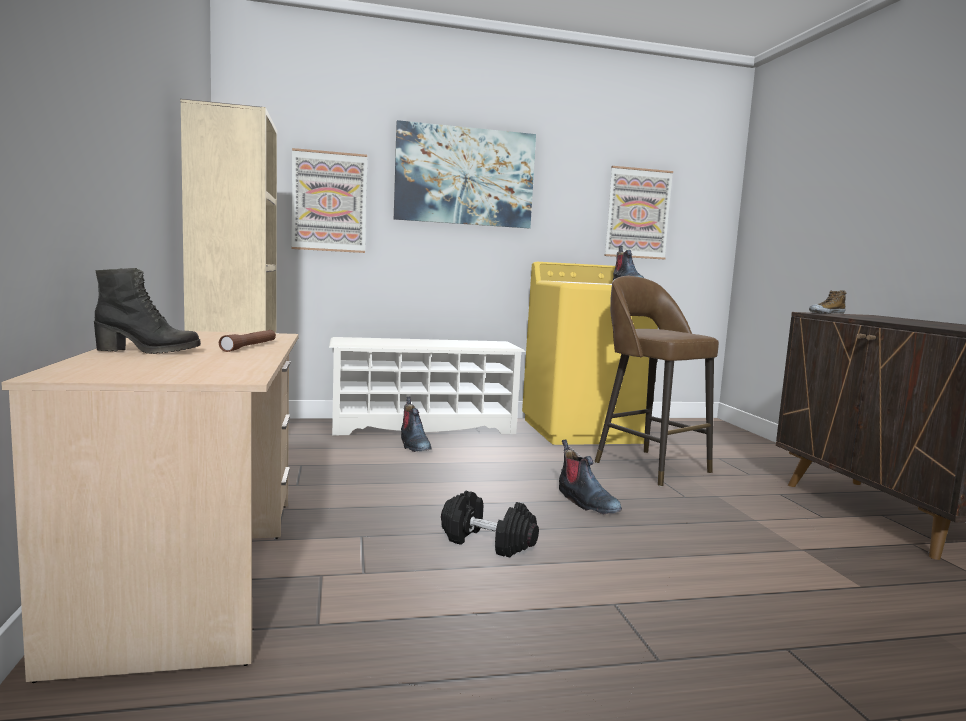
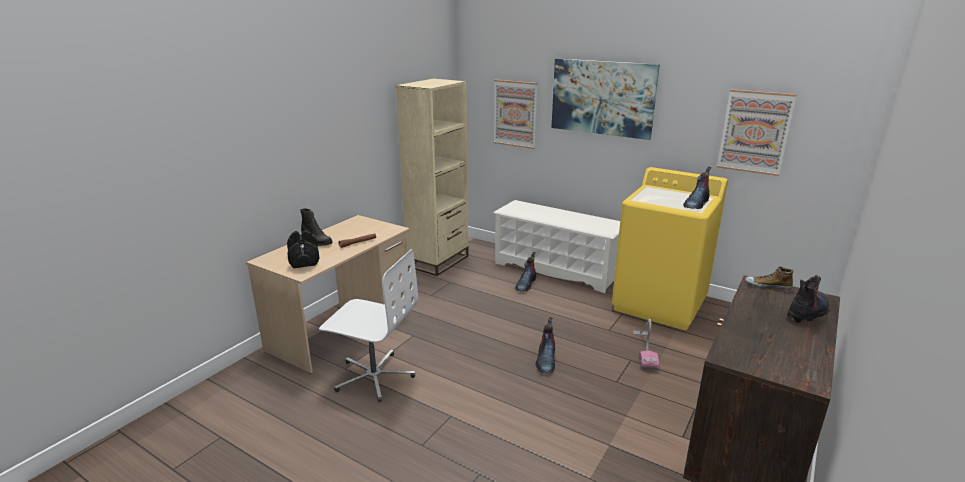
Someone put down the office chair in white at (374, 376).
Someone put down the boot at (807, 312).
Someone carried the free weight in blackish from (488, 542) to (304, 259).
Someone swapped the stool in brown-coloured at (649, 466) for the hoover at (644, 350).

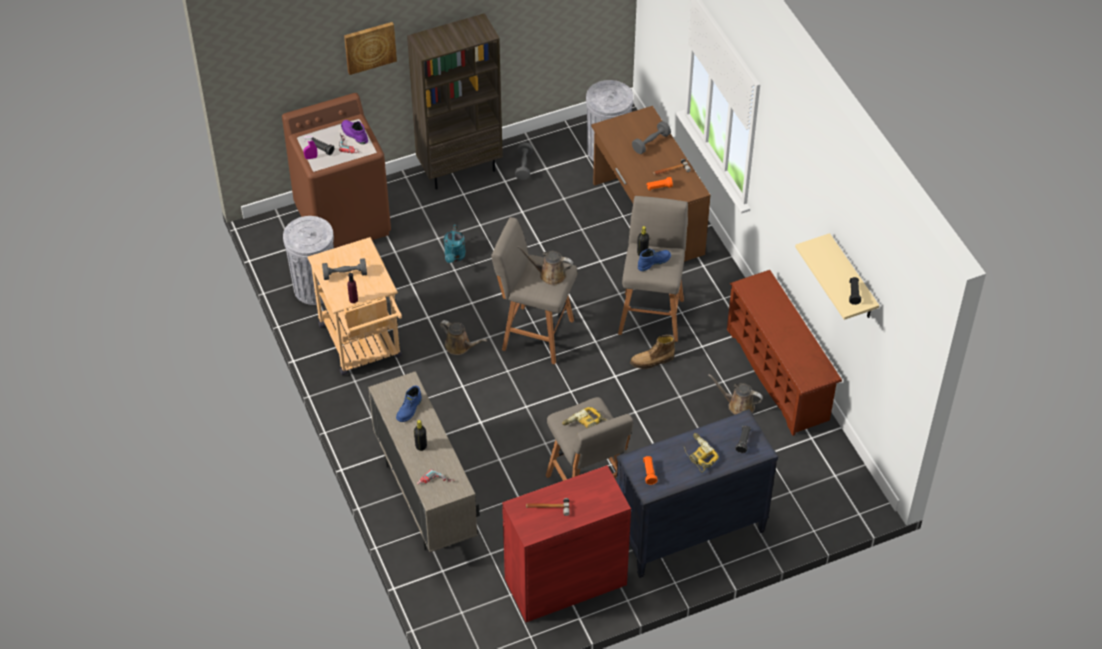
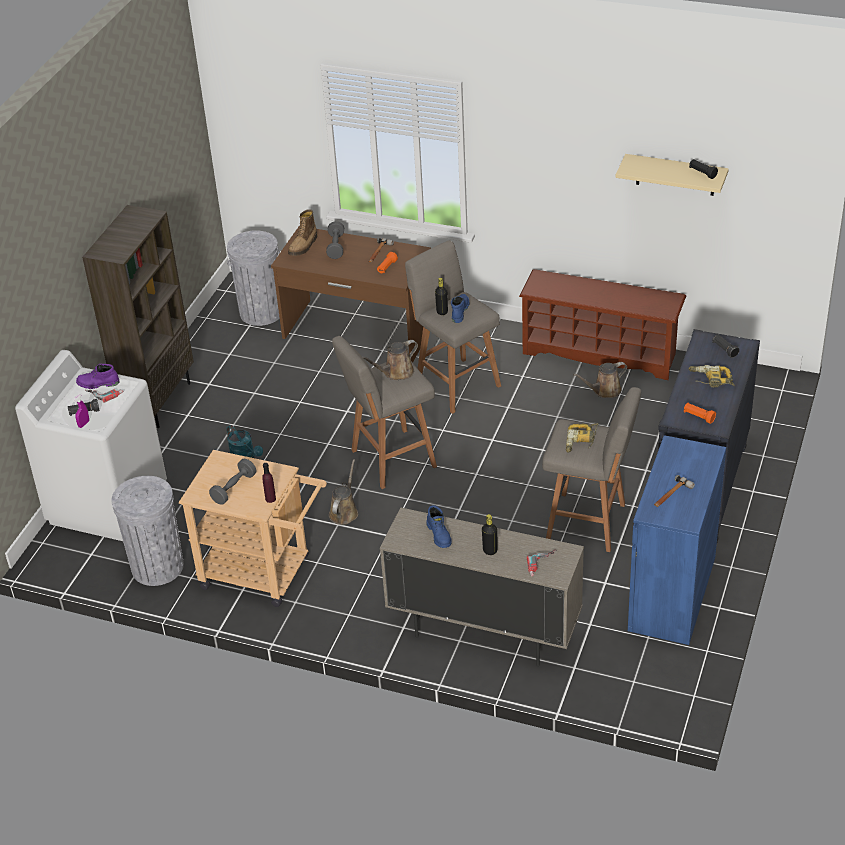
Someone took away the picture at (370, 47).
Someone took away the free weight in grey at (523, 166).
Someone carried the boot from (652, 361) to (304, 246).
Someone repainted the laundry appliance in brown-coloured at (343, 219), which became the laundry appliance in white at (108, 503).
Someone repainted the storage cabinet in red at (565, 582), which became the storage cabinet in bluish at (672, 594).
Someone rotated the watering can in brown-coloured at (460, 346) by 60 degrees counterclockwise.

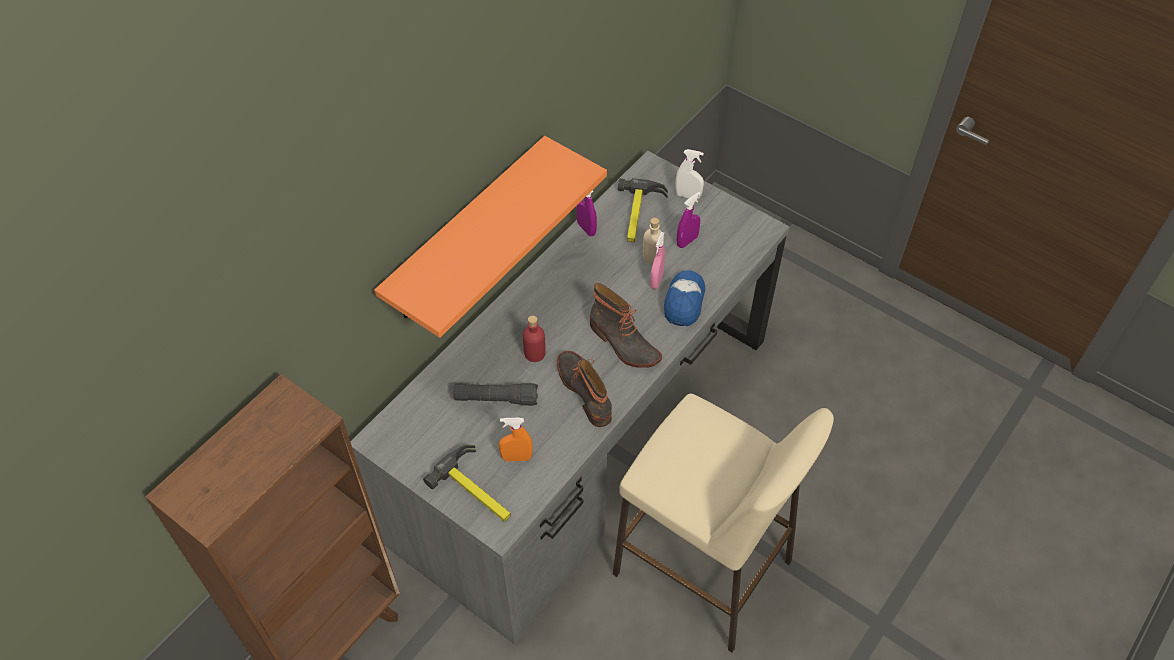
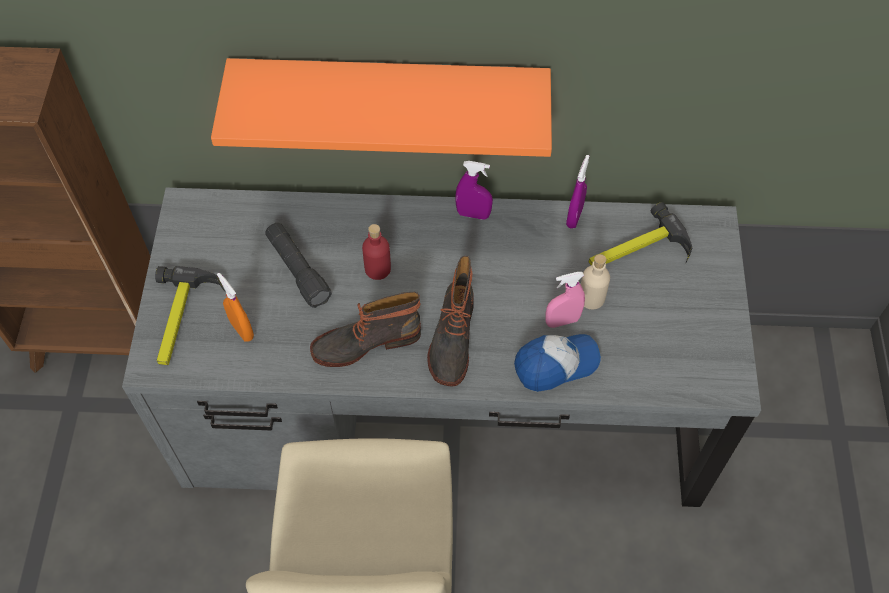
Someone took away the hand sprayer in white at (688, 195).
Someone carried the hand sprayer in purple-coloured from (687, 241) to (473, 214).
Someone rotated the boot at (586, 391) by 135 degrees counterclockwise.

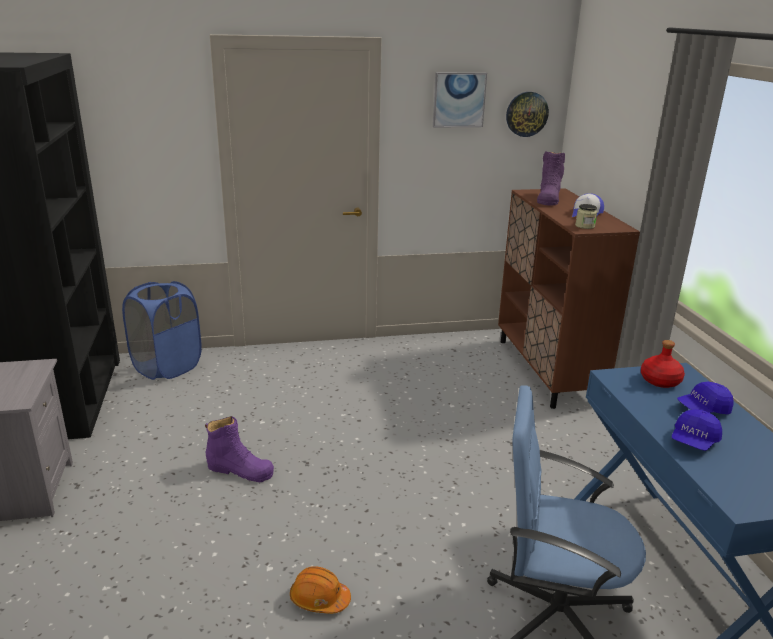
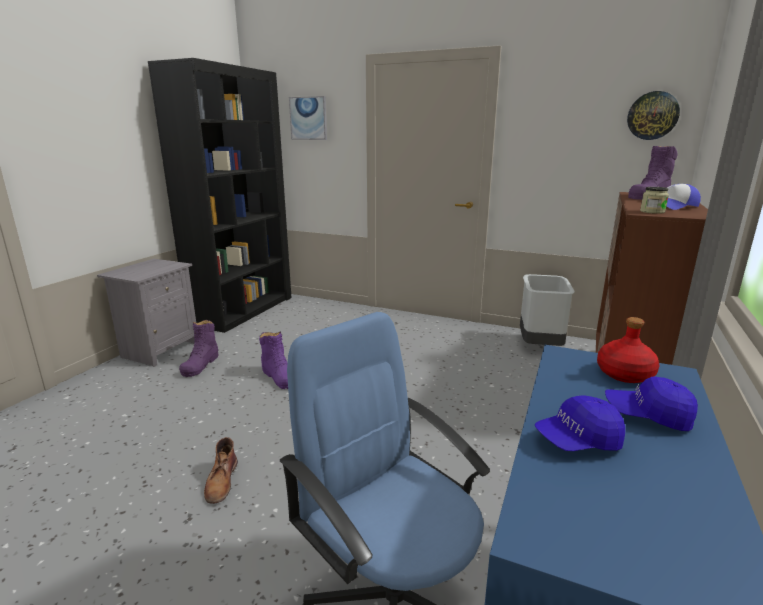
Someone took away the washing basket in bluish at (167, 367).
Someone put down the boot in purple-coloured at (200, 364).
Someone put down the trash can in grey at (540, 346).
Someone carried the picture from (459, 100) to (308, 118).
Someone swapped the work helmet in orange-coloured at (319, 599) for the boot in brown-coloured at (221, 481).

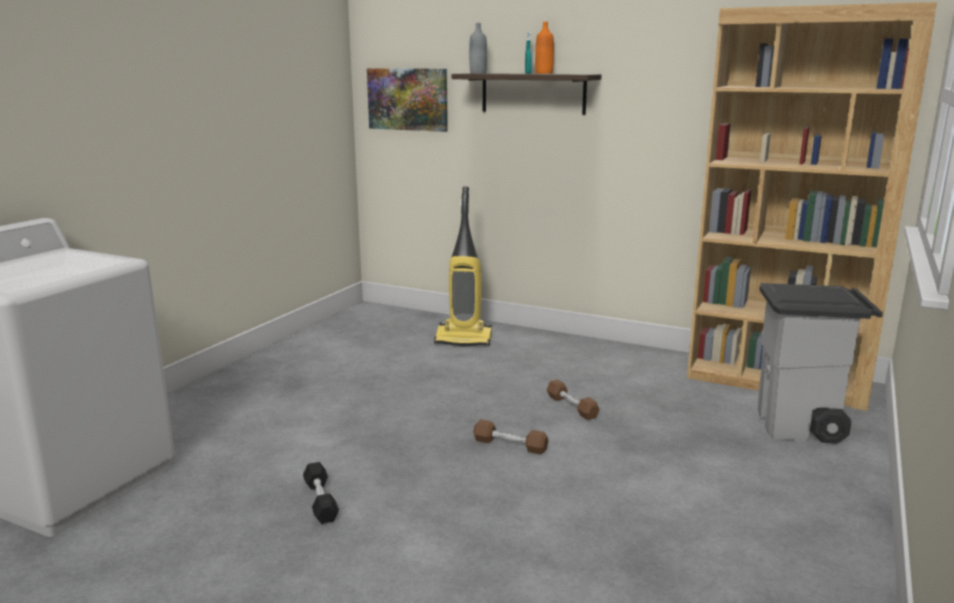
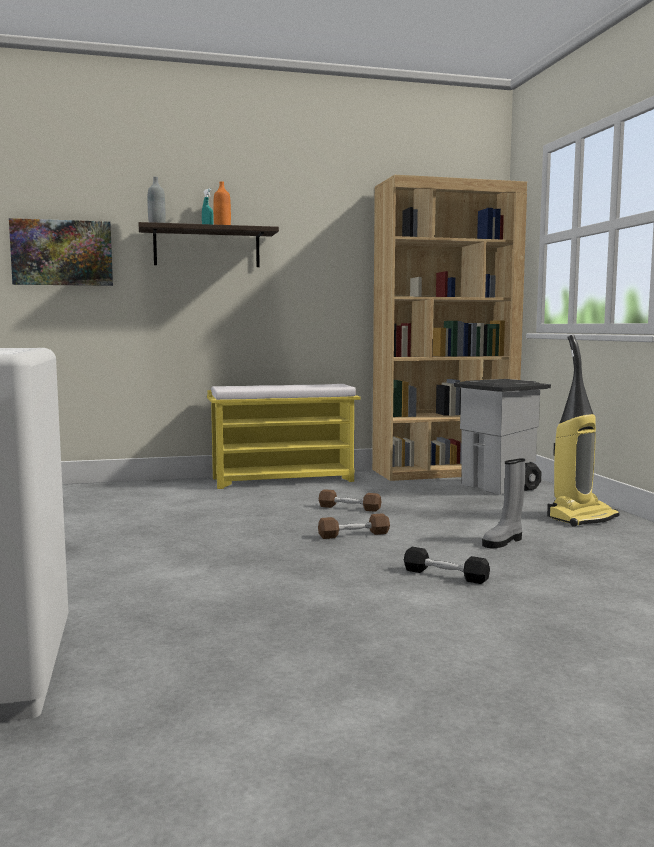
Someone put down the long seat in yellowish at (284, 479).
Someone put down the boot in grey at (503, 542).
Someone carried the free weight in blackish from (321, 501) to (445, 575).
Someone carried the hoover from (464, 339) to (582, 517).

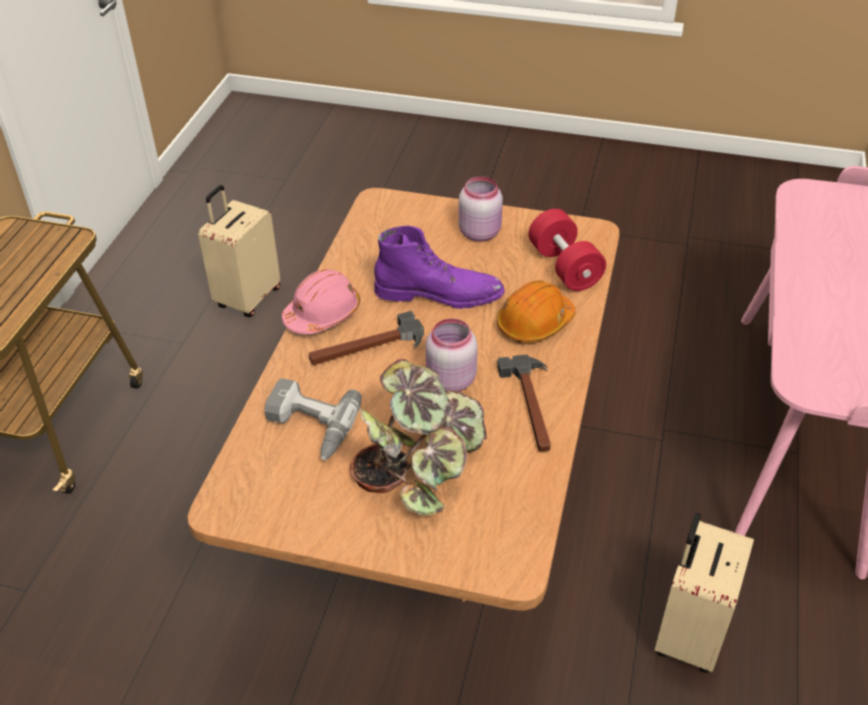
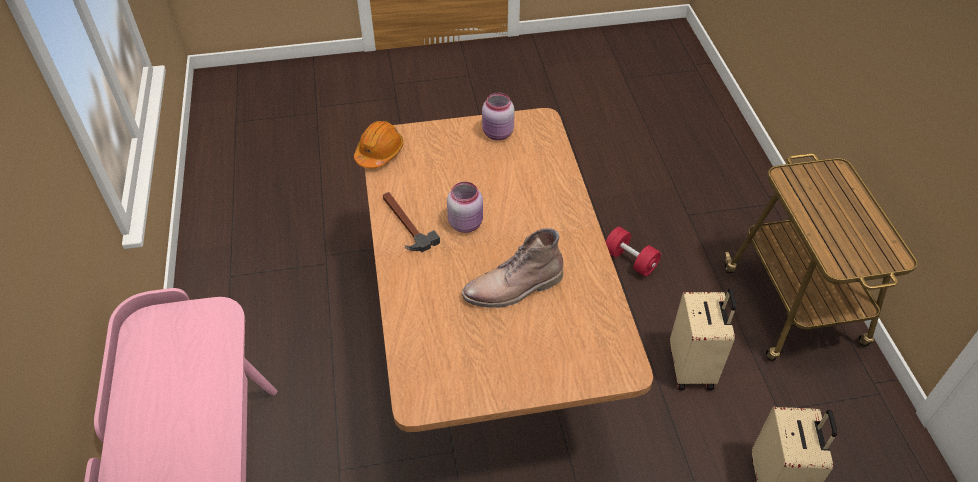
Someone took away the power drill at (309, 427).
Someone took away the work helmet in pinkish at (322, 314).
Someone took away the tool hammer at (367, 347).
Someone took away the plant in a pot at (419, 467).
Someone carried the preserve jar in pinkish from (480, 232) to (498, 134).
Someone carried the work helmet in orange-coloured from (534, 323) to (379, 152).
Someone carried the free weight in red from (564, 267) to (630, 260).
Someone carried the travel case in sand-coloured from (687, 635) to (692, 368).
Someone repainted the boot in purple-coloured at (439, 293), which became the boot in brown-coloured at (513, 288).

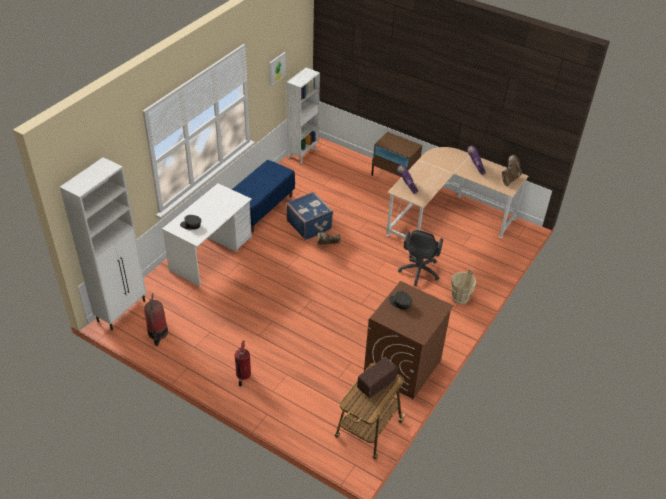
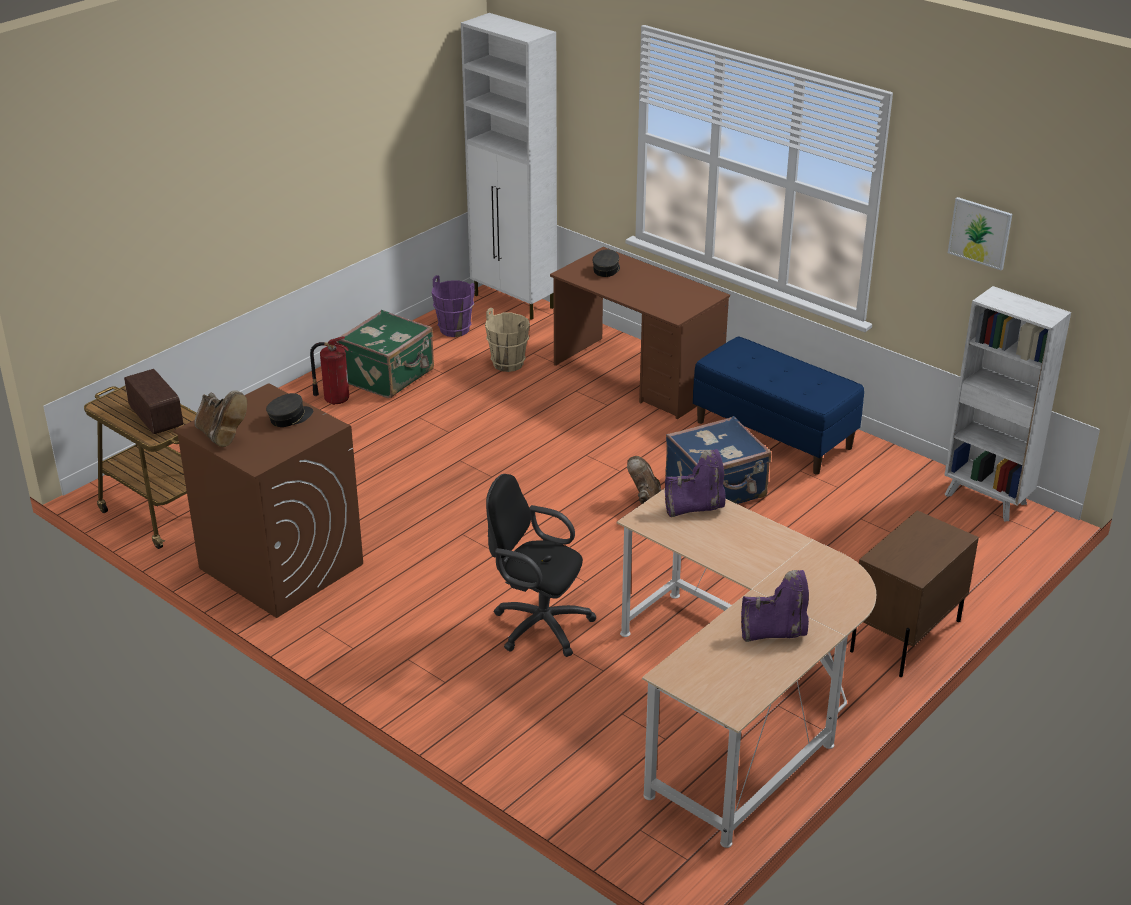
Someone put down the travel case in greenish at (389, 376).
Someone carried the bucket in sand-coloured from (459, 298) to (508, 364).
Someone carried the boot in brown-coloured from (509, 179) to (221, 436).
Someone swapped the extinguisher at (157, 334) for the bucket in purple-coloured at (454, 330).
Someone repainted the desk table in white at (211, 254), which became the desk table in brown-coloured at (637, 378).

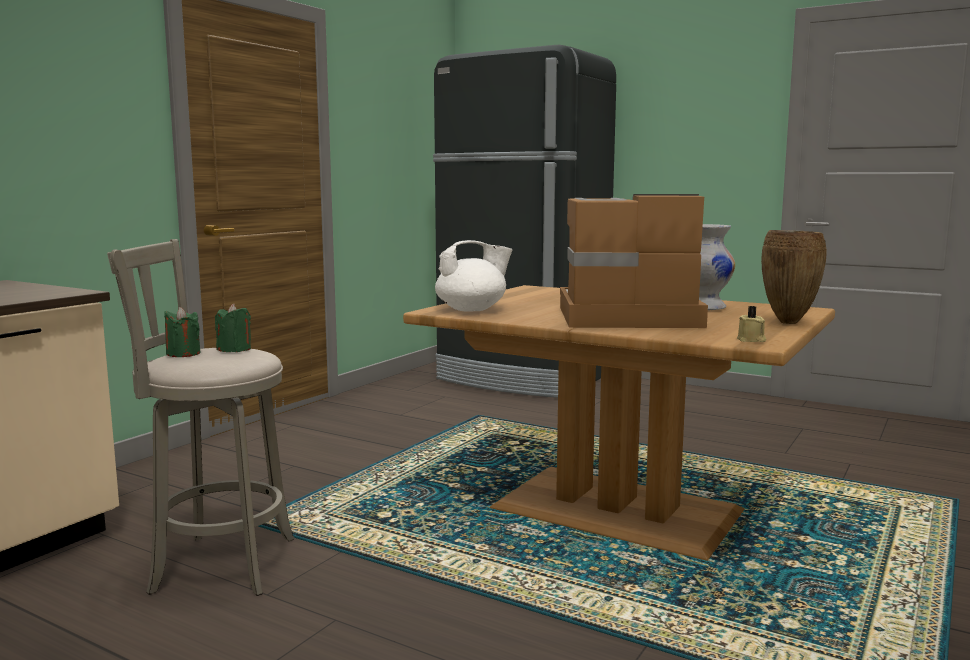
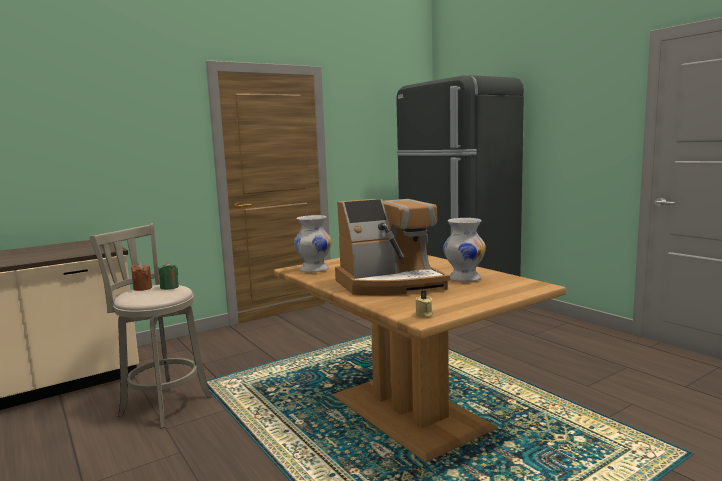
Someone took away the decorative vase in brown-coloured at (789, 323).
Someone swapped the pot for tea in white at (472, 310) for the decorative vase in white at (314, 269).
Someone repainted the wax candle in greenish at (183, 354), which became the wax candle in brown-coloured at (142, 288).
Someone rotated the coffee machine at (625, 317) by 135 degrees clockwise.

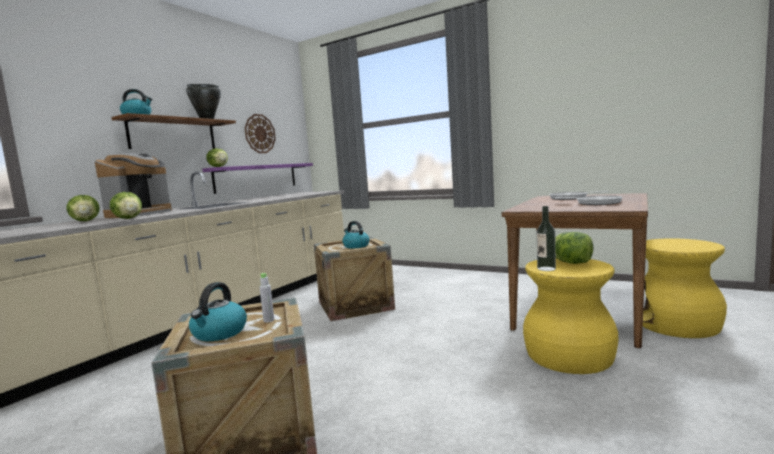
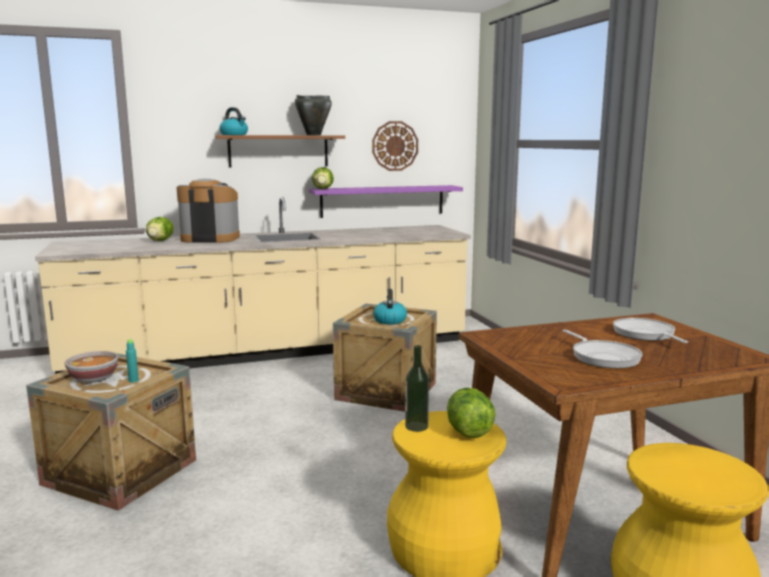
Someone took away the lettuce head at (129, 218).
Someone swapped the tea kettle at (219, 333) for the deep dish at (94, 378).
Someone repainted the beverage bottle in grey at (269, 320), which became the beverage bottle in turquoise at (133, 380).
Someone rotated the coffee machine at (140, 214) by 150 degrees counterclockwise.

